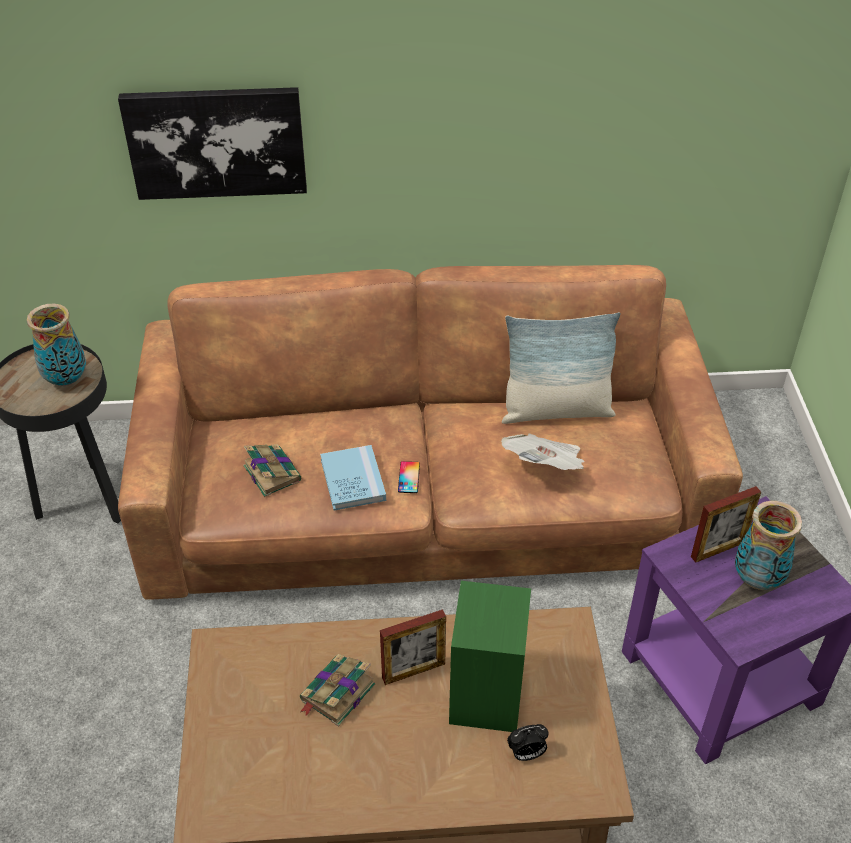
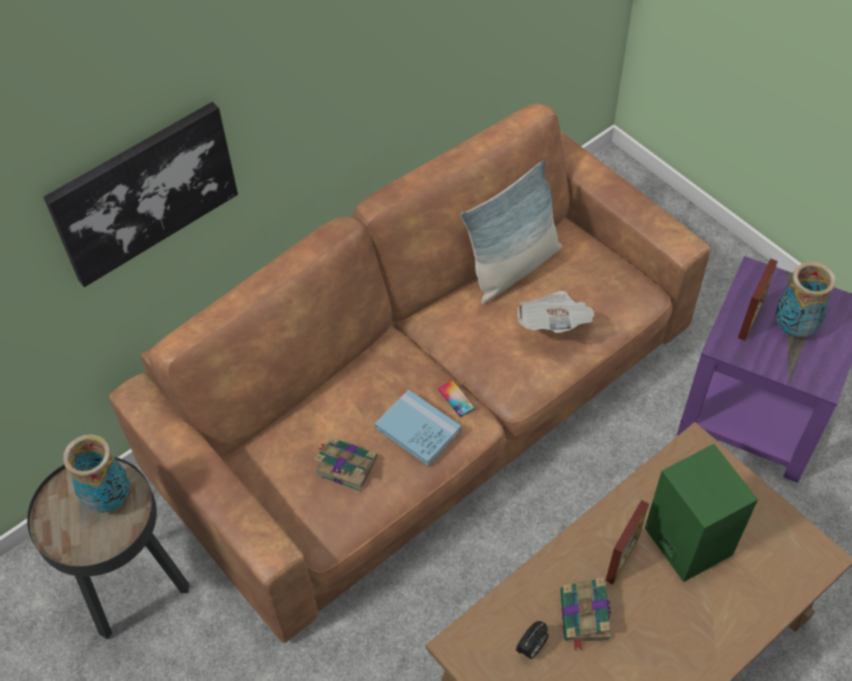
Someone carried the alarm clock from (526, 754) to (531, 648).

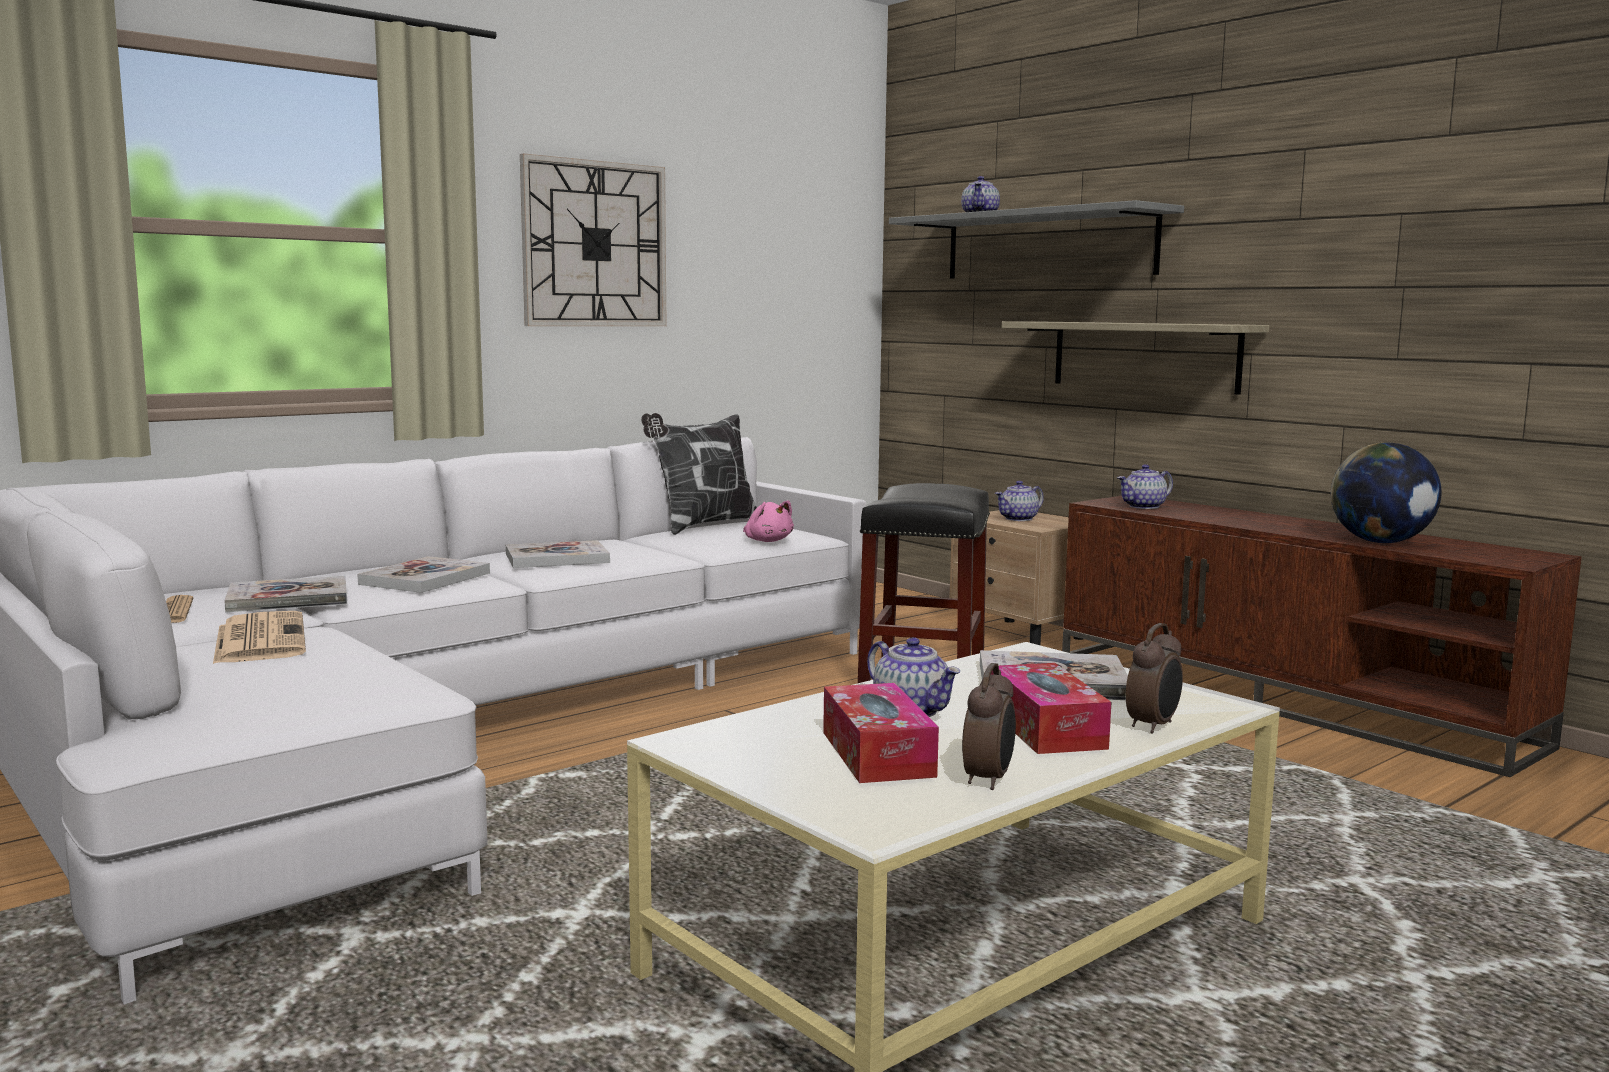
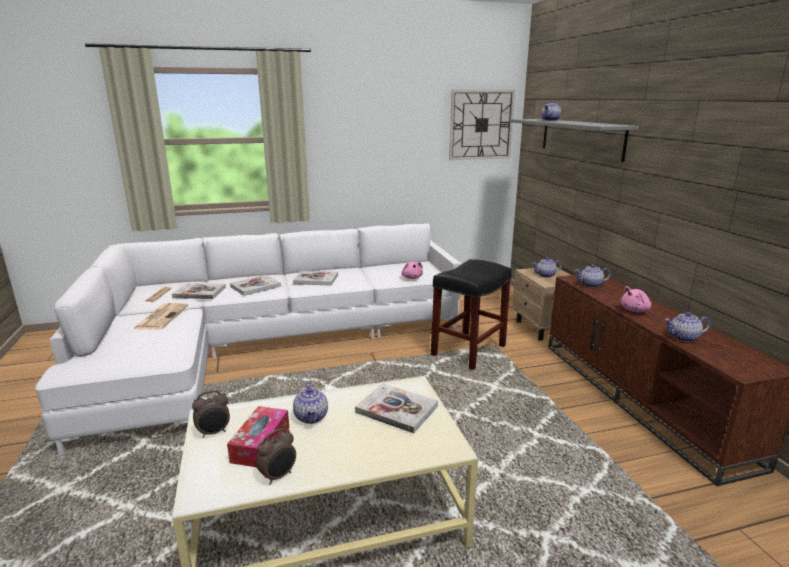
Someone took away the cushion at (703, 526).
Someone took away the box of tissues at (1045, 728).
Someone took away the bracket shelf at (1144, 355).
Someone put down the plush toy in pinkish at (635, 310).
Someone carried the hanging clock from (594, 244) to (481, 125).
Someone carried the alarm clock from (1153, 726) to (214, 432).
Someone swapped the desk globe at (1380, 542) for the pot for tea at (684, 338).

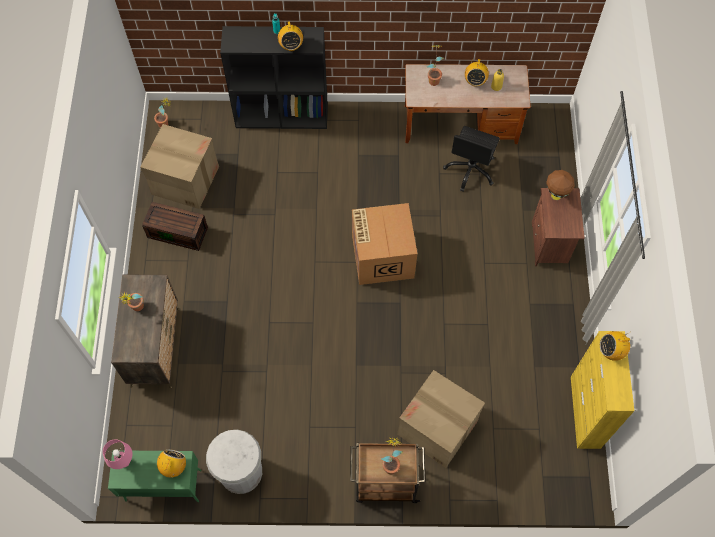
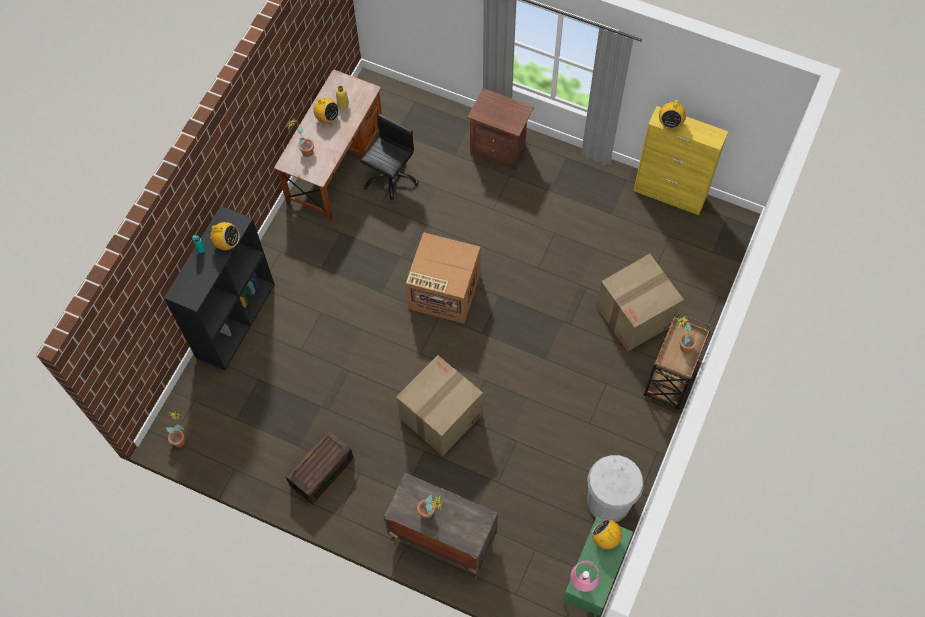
Someone took away the tabletop lamp in brown-coloured at (555, 195).
Someone carried the cardboard box from (185, 180) to (440, 416).
Someone rotated the office chair in blackish at (470, 170) by 105 degrees counterclockwise.

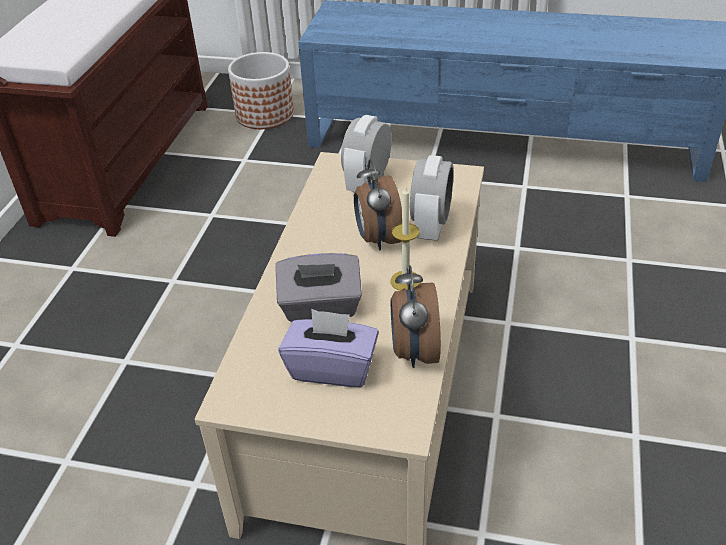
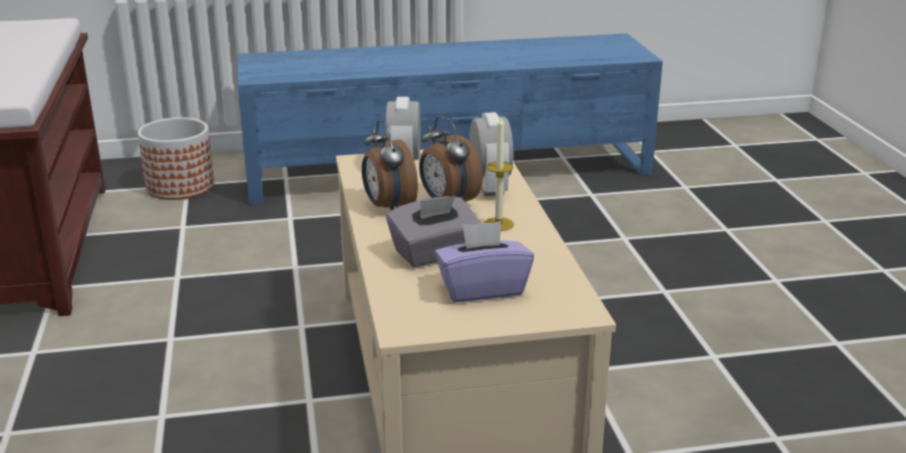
Someone carried the alarm clock from (414, 352) to (388, 207).

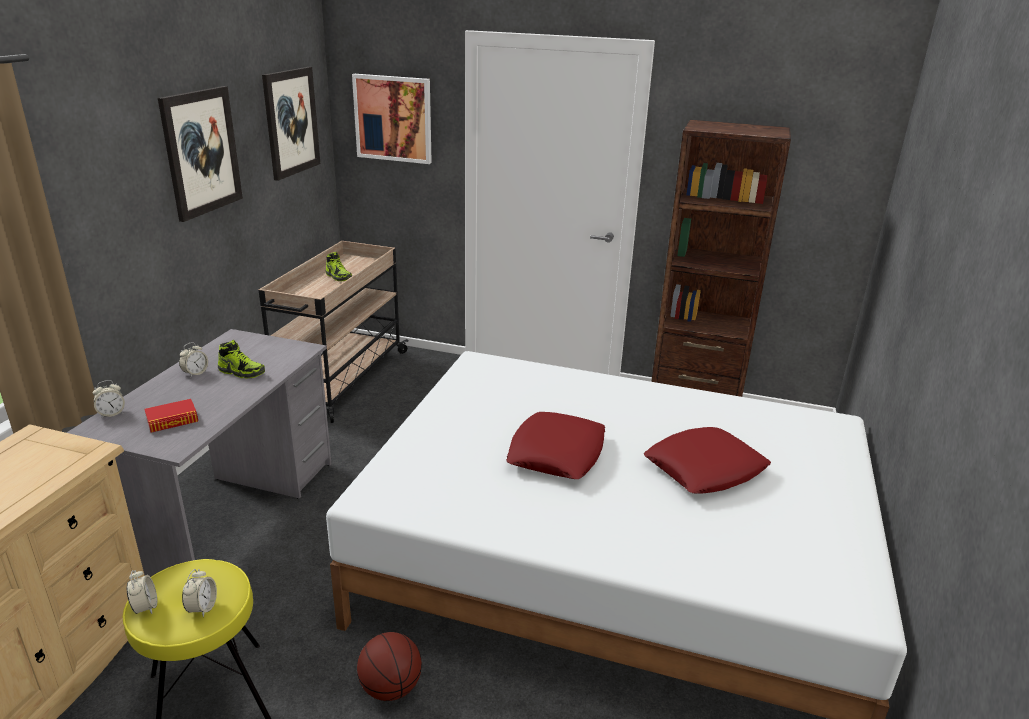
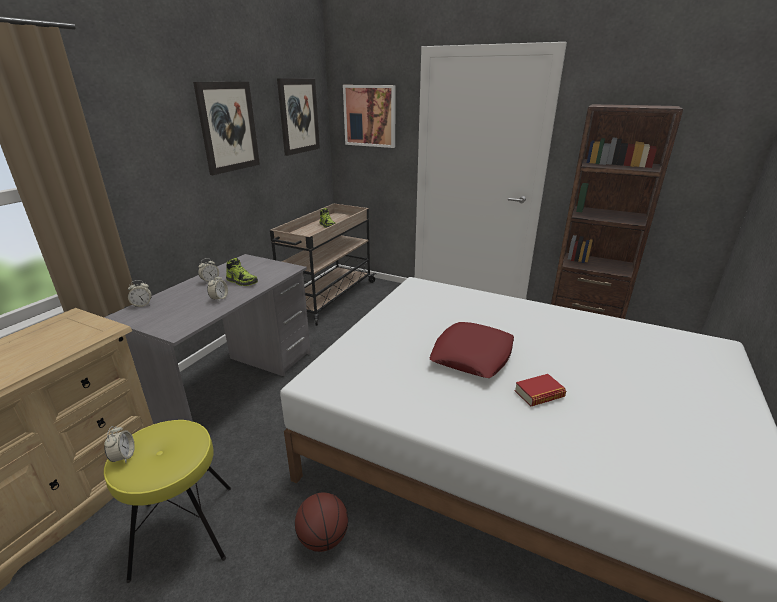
Someone took away the cushion in red at (704, 469).
Someone carried the bound book from (172, 420) to (539, 394).
Someone carried the alarm clock from (202, 608) to (219, 298).

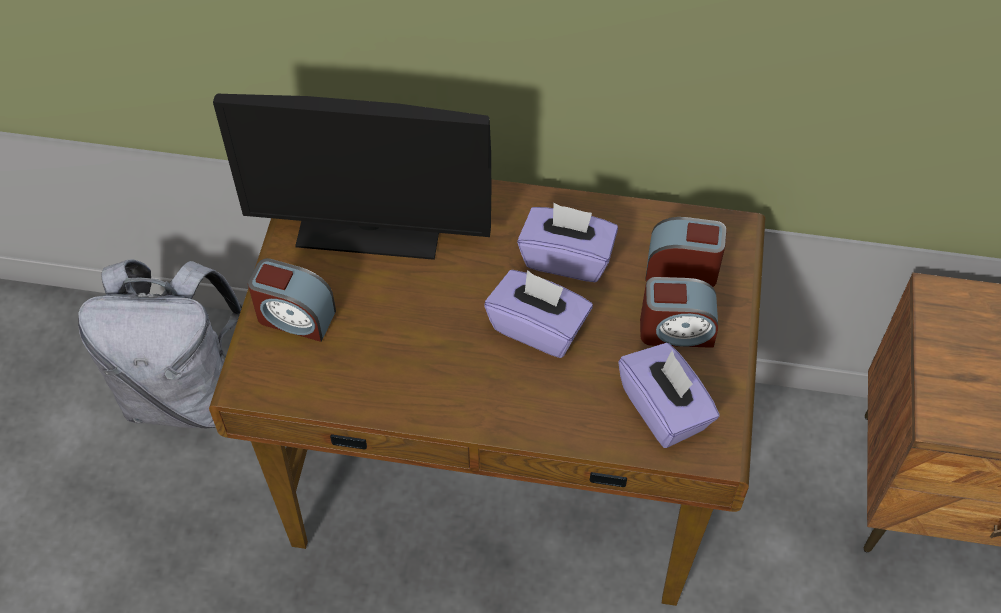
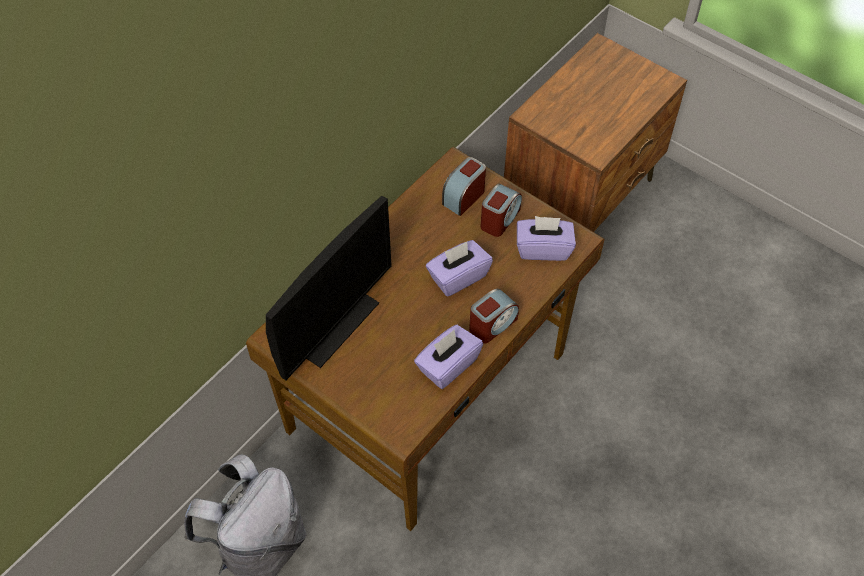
Someone carried the alarm clock from (295, 317) to (492, 324).
Someone carried the box of tissues in purple-coloured from (566, 258) to (447, 365).

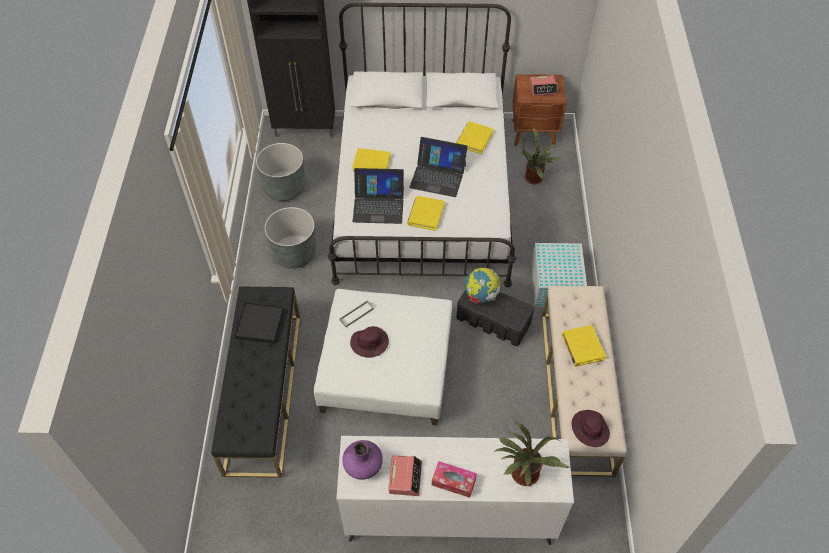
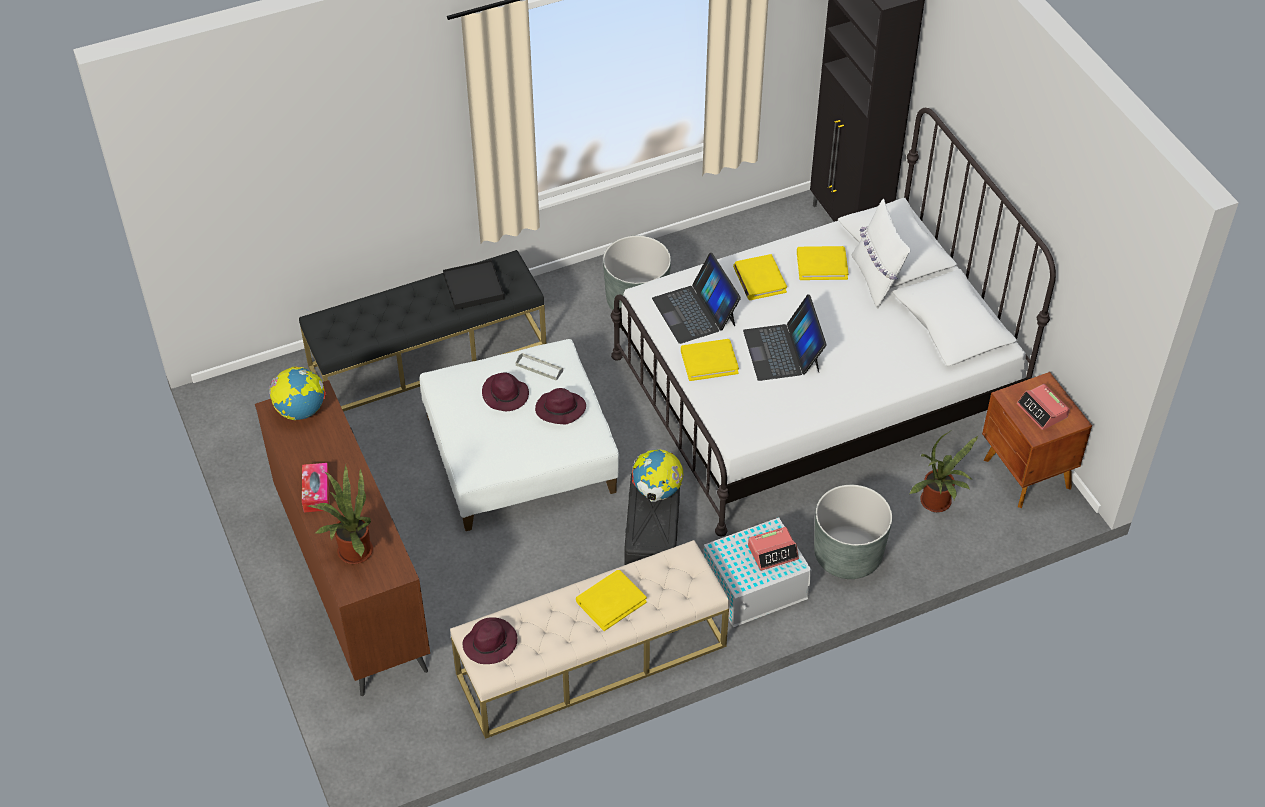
Someone put down the hat in purple-coloured at (559, 410).
Someone put down the cushion in white at (876, 279).
Someone carried the planter in grey from (284, 188) to (847, 555).
Someone carried the alarm clock from (405, 477) to (773, 552).
Someone carried the bound book in yellowish from (474, 139) to (822, 265).
Someone swapped the decorative vase in purple-coloured at (363, 466) for the desk globe at (301, 411).
Someone repainted the chest of drawers in white at (448, 515), which became the chest of drawers in brown-coloured at (353, 583).

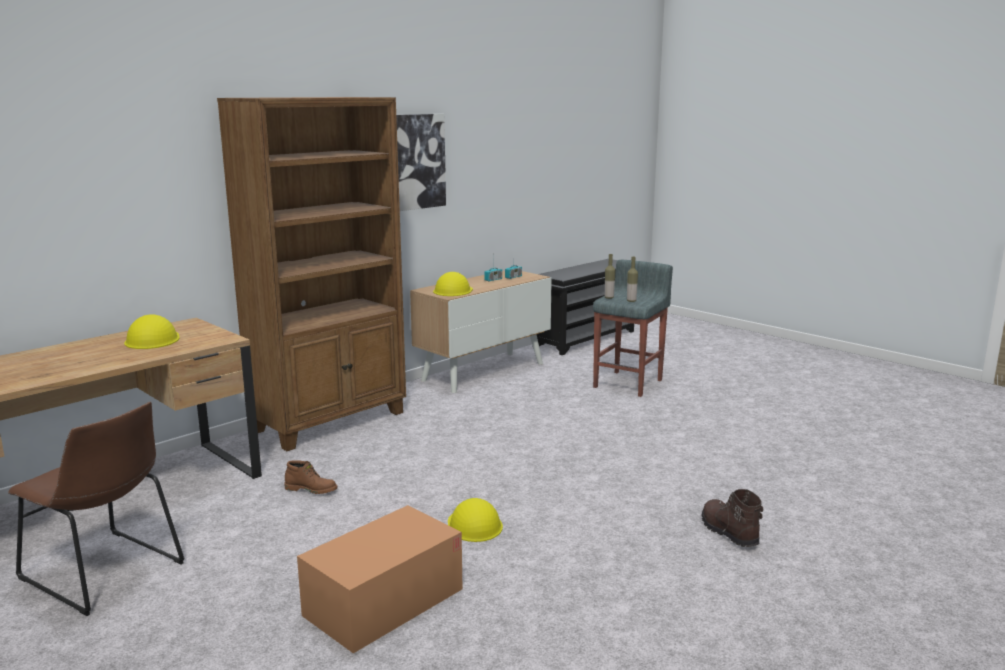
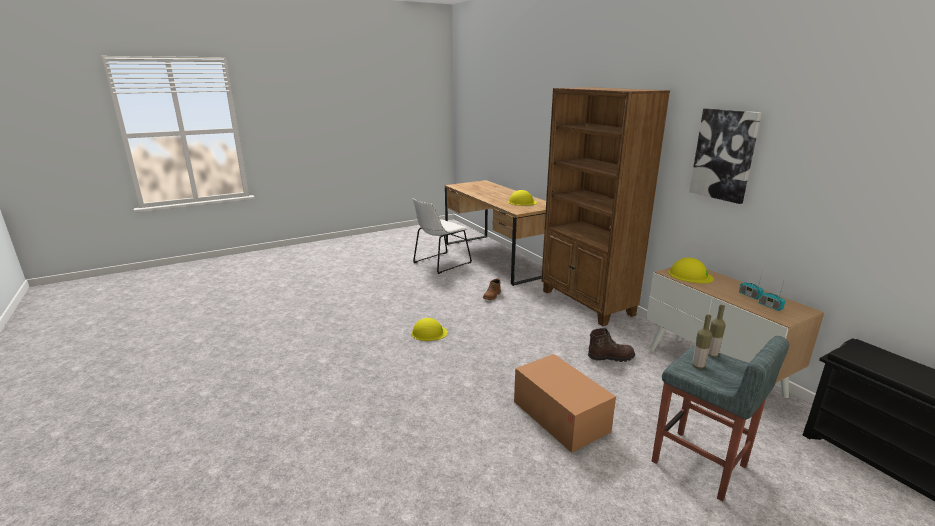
Someone carried the cardboard box from (384, 602) to (560, 416).
Someone carried the boot in brown-coloured from (728, 532) to (610, 357).
Someone repainted the plain chair in brown-coloured at (106, 573), which became the plain chair in white at (440, 263).

